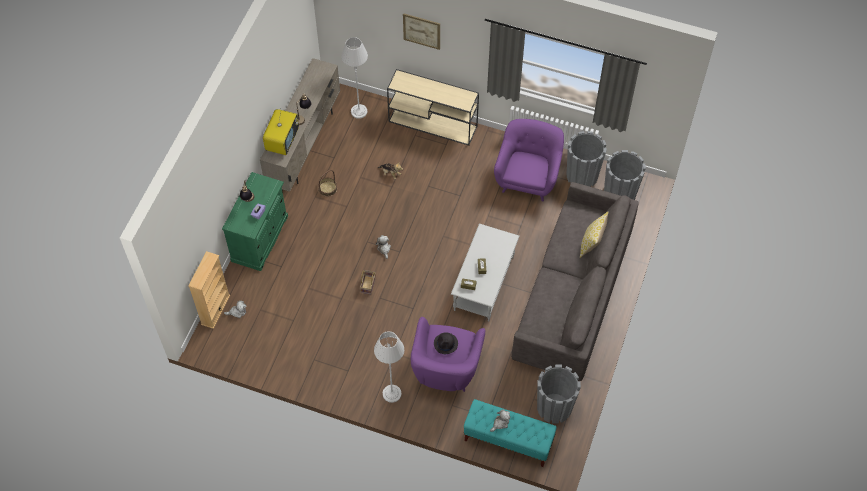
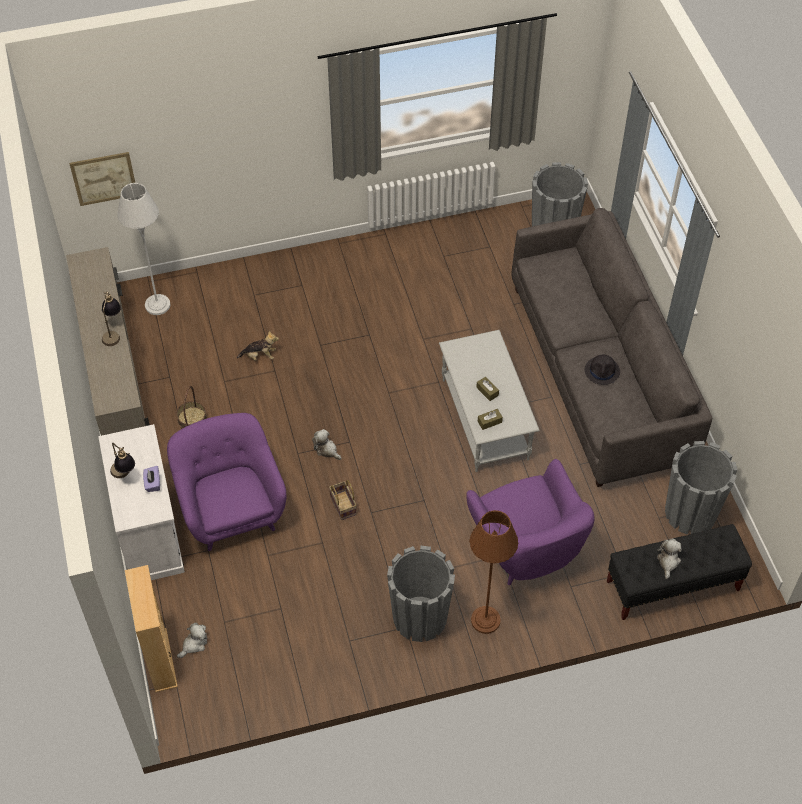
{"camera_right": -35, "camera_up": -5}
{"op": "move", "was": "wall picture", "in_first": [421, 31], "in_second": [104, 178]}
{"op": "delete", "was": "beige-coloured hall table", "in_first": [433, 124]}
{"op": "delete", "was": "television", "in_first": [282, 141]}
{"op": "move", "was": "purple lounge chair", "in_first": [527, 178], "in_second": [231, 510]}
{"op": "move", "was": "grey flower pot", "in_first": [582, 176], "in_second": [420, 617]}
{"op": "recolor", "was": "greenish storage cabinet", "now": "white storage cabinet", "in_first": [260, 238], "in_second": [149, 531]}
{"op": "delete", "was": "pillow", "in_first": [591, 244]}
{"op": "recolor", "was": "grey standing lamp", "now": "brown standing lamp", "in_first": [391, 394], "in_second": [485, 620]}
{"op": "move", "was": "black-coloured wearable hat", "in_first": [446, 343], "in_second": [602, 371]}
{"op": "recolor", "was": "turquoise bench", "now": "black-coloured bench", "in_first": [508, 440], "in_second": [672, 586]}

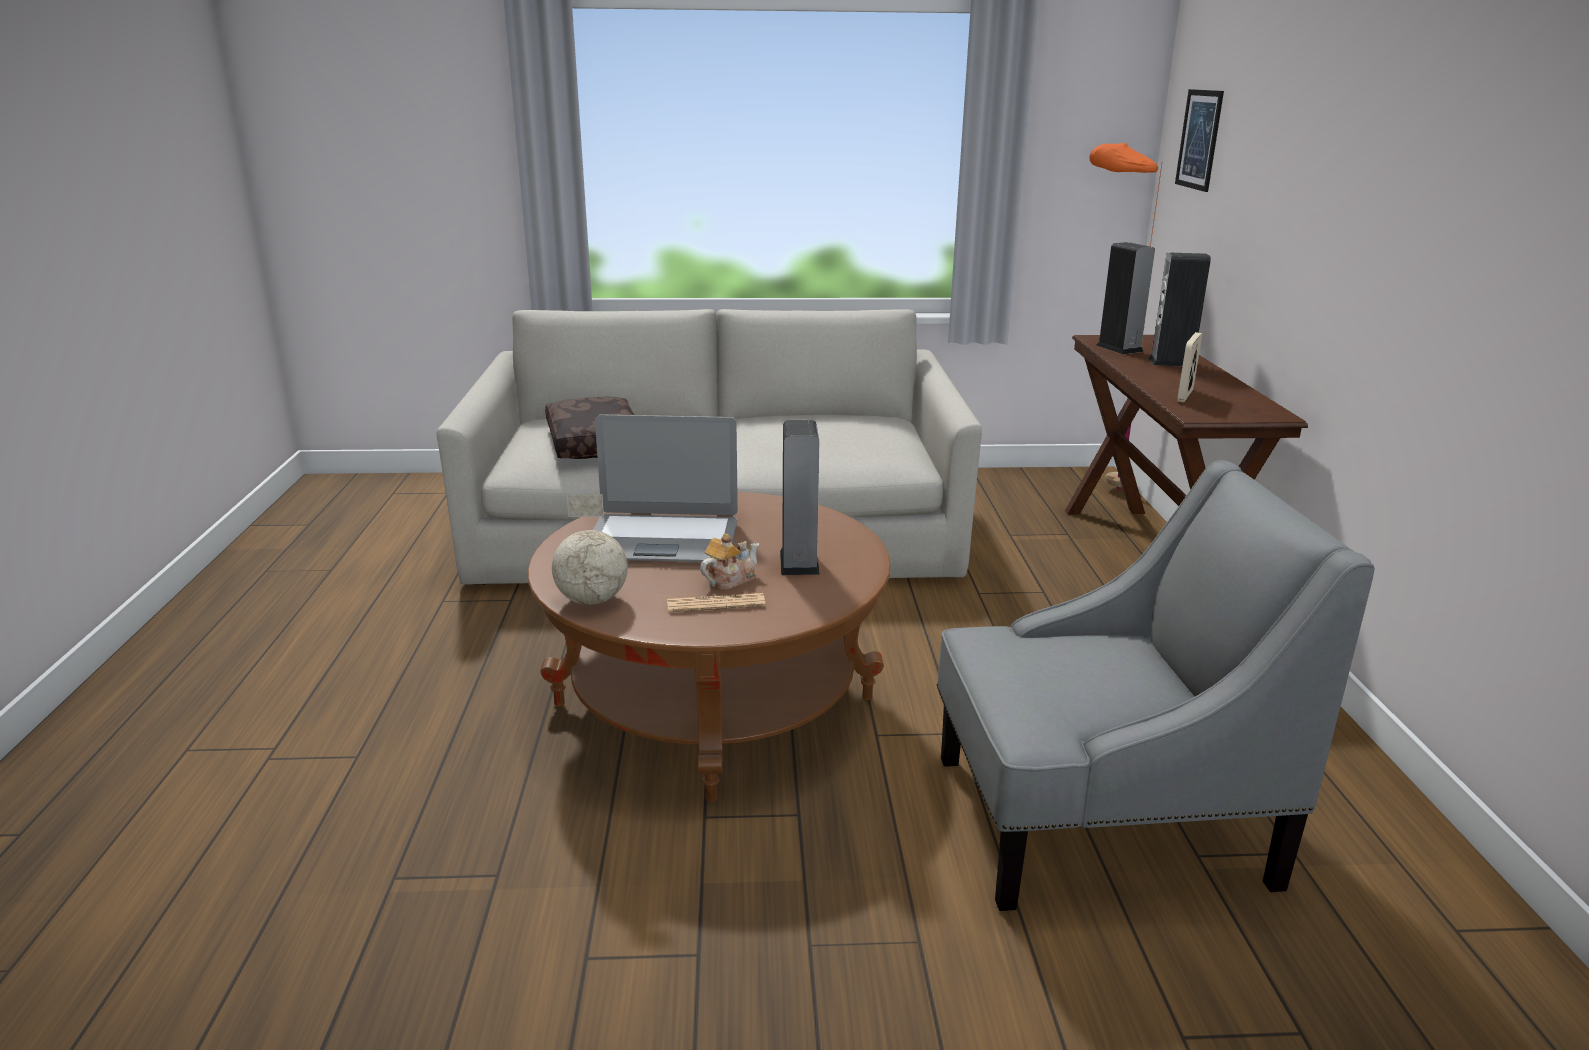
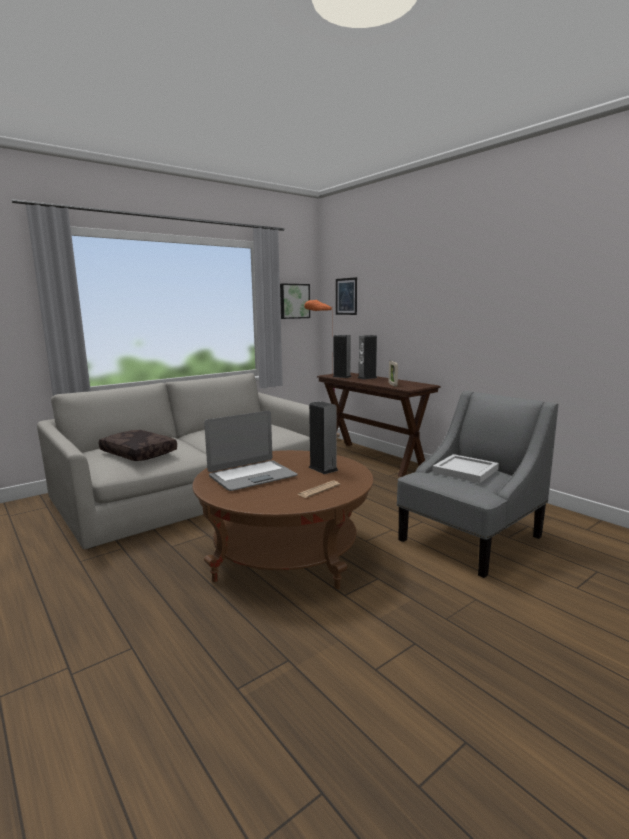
{"camera_right": -35, "camera_up": -10}
{"op": "delete", "was": "globe", "in_first": [591, 600]}
{"op": "delete", "was": "teapot", "in_first": [730, 580]}
{"op": "insert", "now": "wall picture", "in_second": [294, 301]}
{"op": "insert", "now": "white carrying tray", "in_second": [465, 470]}

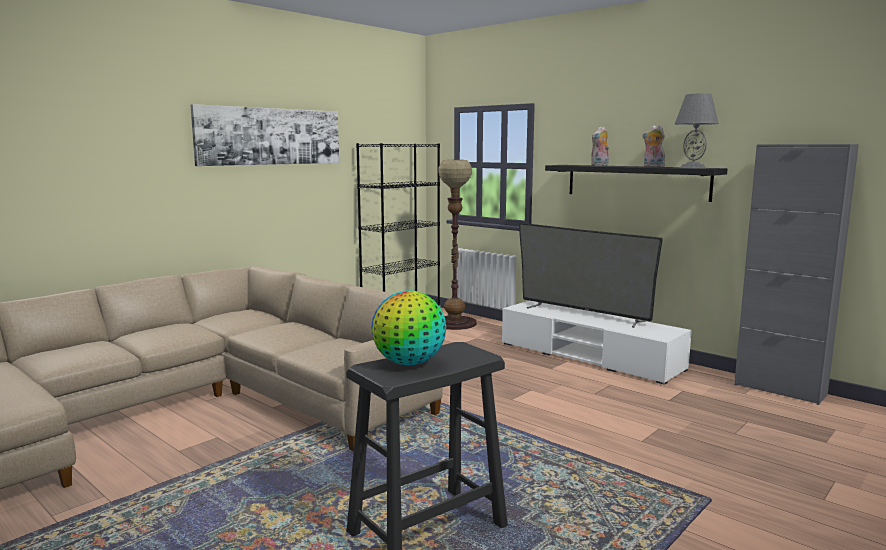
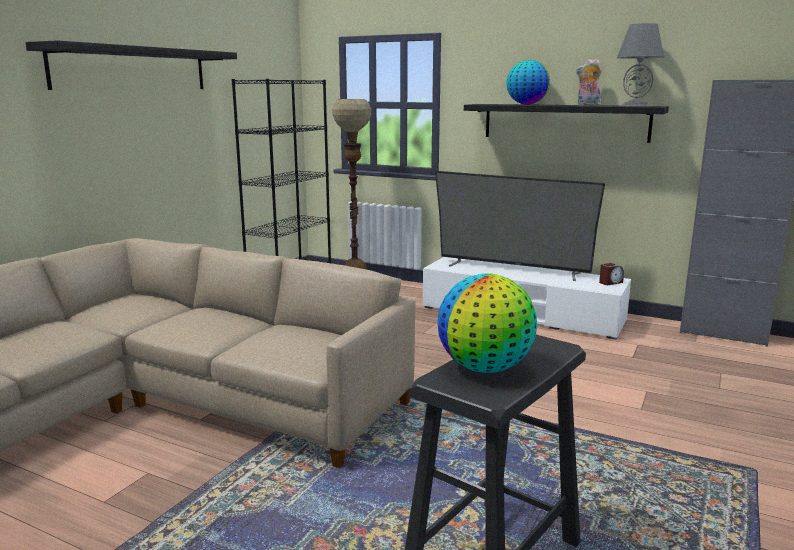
{"camera_right": -15, "camera_up": 5}
{"op": "replace", "was": "wall picture", "now": "black-coloured wall shelf", "in_first": [270, 136], "in_second": [132, 69]}
{"op": "replace", "was": "cuddly toy", "now": "globe", "in_first": [600, 165], "in_second": [526, 104]}
{"op": "insert", "now": "table clock", "in_second": [610, 282]}

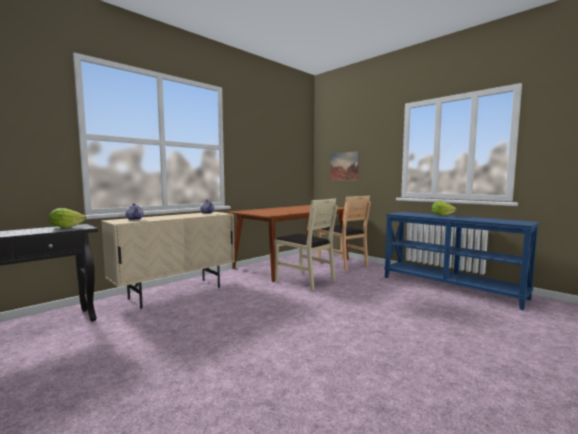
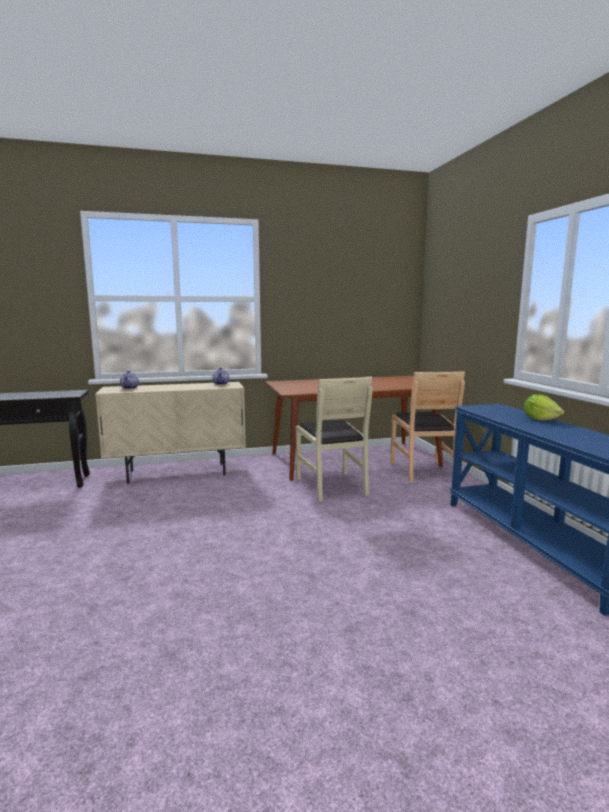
{"camera_right": 30, "camera_up": 5}
{"op": "delete", "was": "wall picture", "in_first": [344, 166]}
{"op": "delete", "was": "head of lettuce", "in_first": [66, 227]}

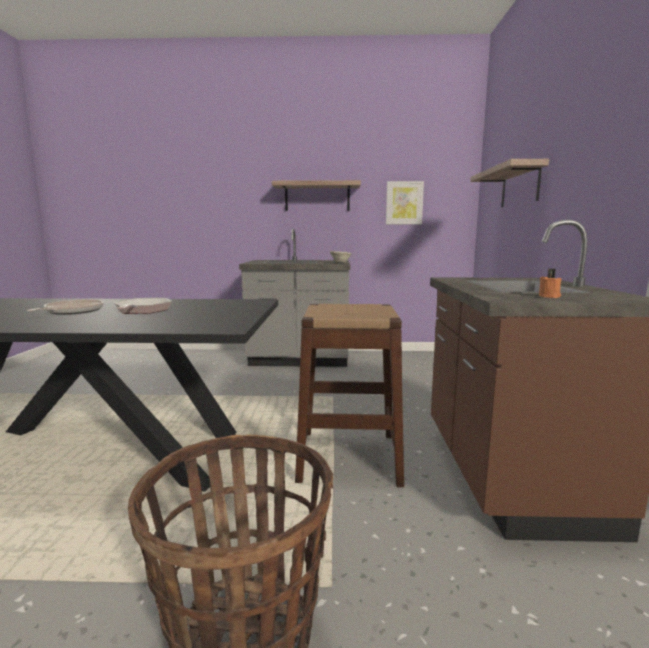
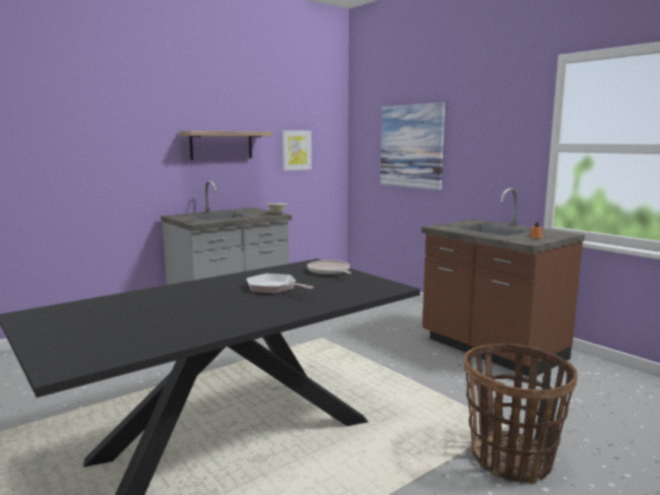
{"camera_right": -40, "camera_up": 0}
{"op": "replace", "was": "wall shelf", "now": "wall picture", "in_first": [520, 186], "in_second": [411, 146]}
{"op": "move", "was": "frying pan", "in_first": [72, 312], "in_second": [329, 272]}
{"op": "delete", "was": "brown stool", "in_first": [348, 457]}

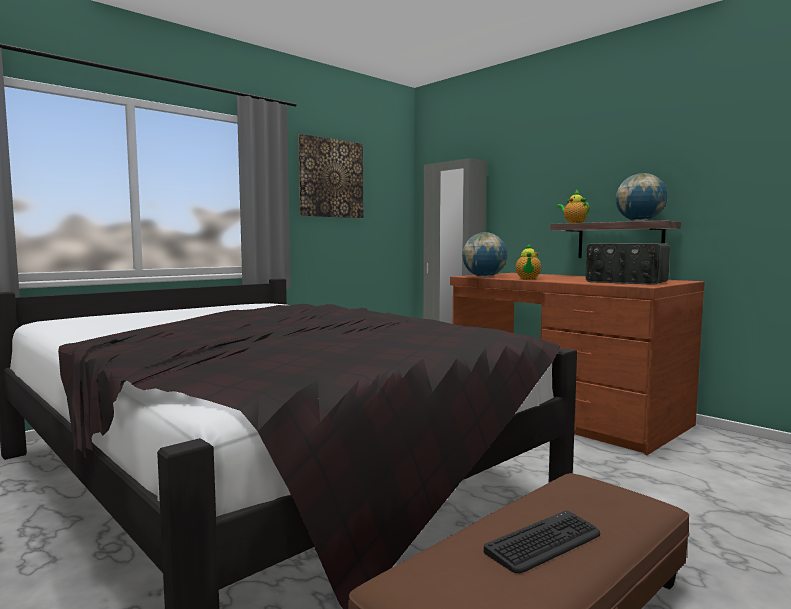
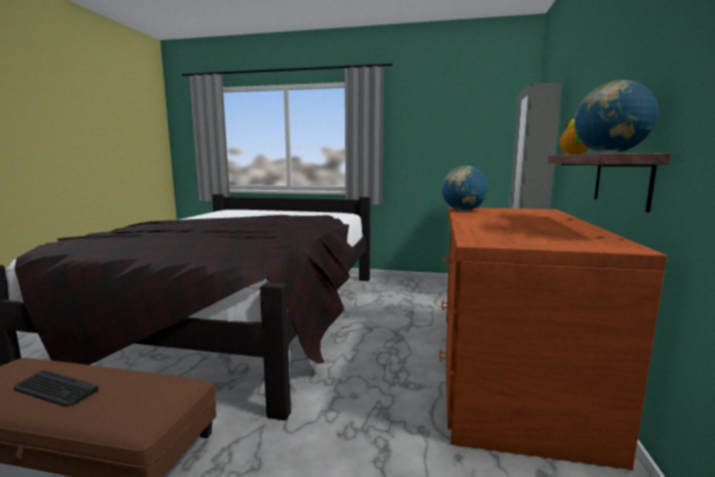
{"camera_right": 55, "camera_up": 5}
{"op": "delete", "was": "wall picture", "in_first": [331, 178]}
{"op": "delete", "was": "radio", "in_first": [626, 282]}
{"op": "delete", "was": "teapot", "in_first": [528, 279]}

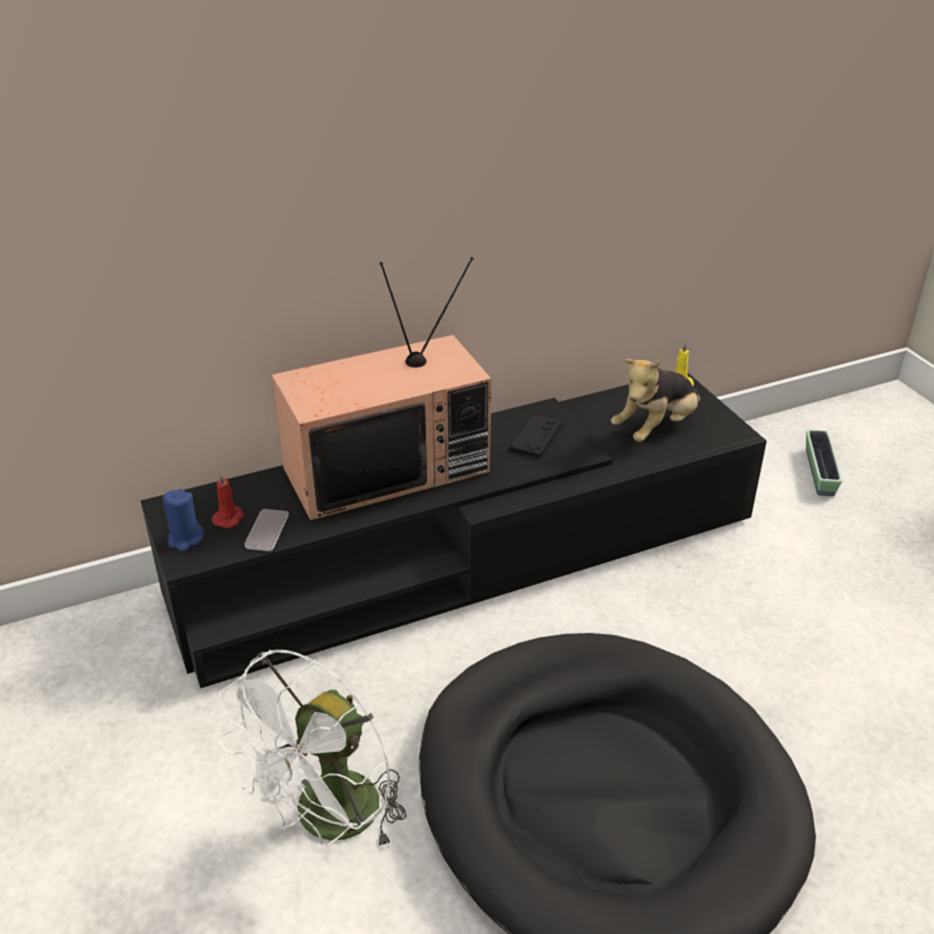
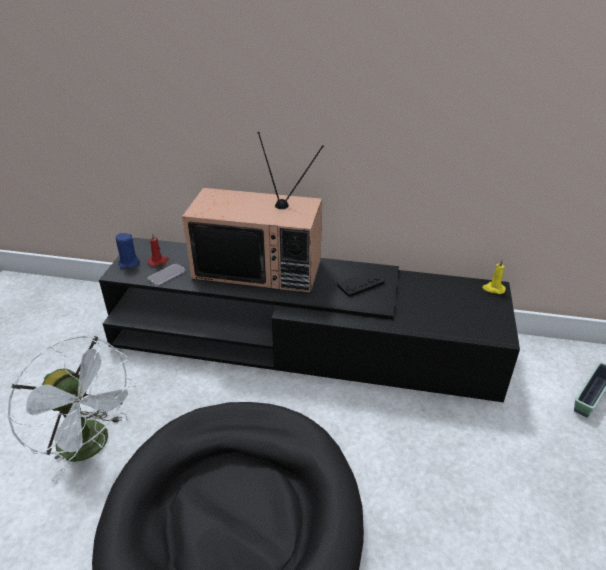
{"camera_right": 35, "camera_up": 0}
{"op": "delete", "was": "cuddly toy", "in_first": [656, 428]}
{"op": "rotate", "was": "white fan", "in_first": [328, 823], "in_second": [92, 446], "clockwise": -120}

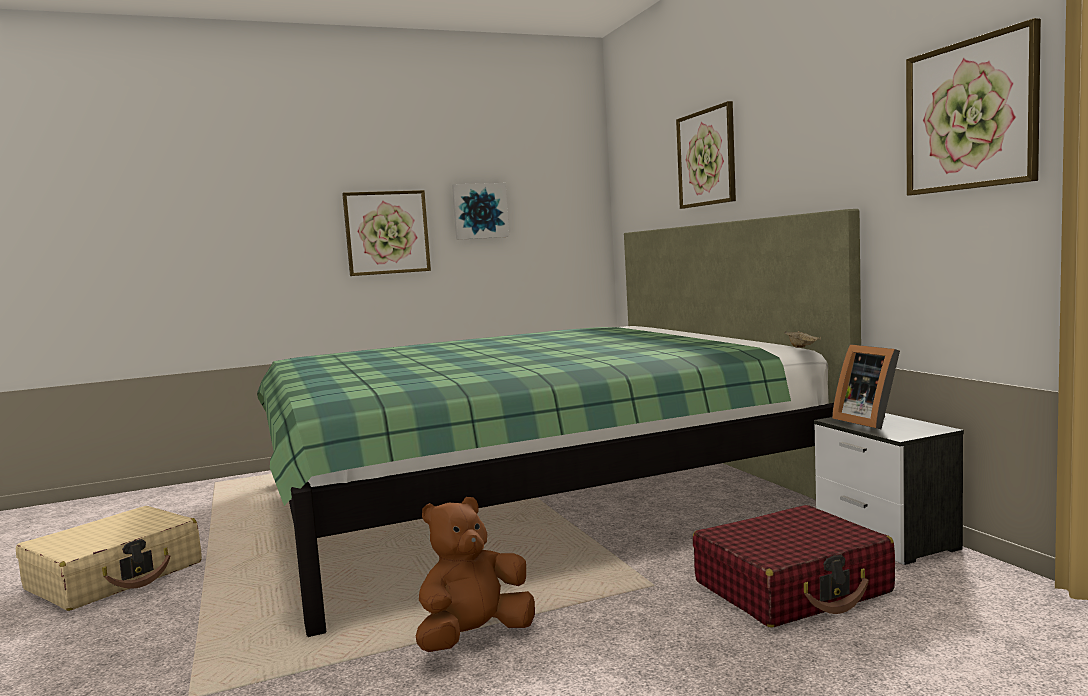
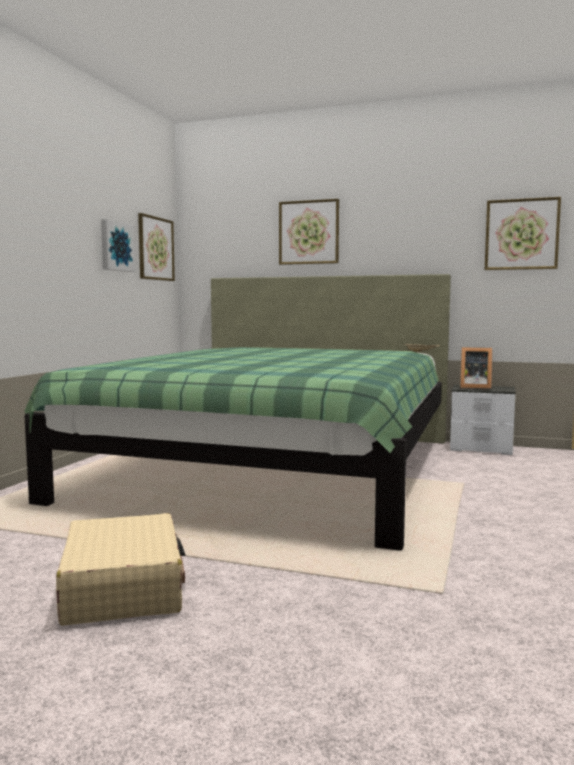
{"camera_right": -50, "camera_up": 0}
{"op": "move", "was": "wall picture", "in_first": [387, 232], "in_second": [155, 248]}
{"op": "delete", "was": "brown cuddly toy", "in_first": [475, 637]}
{"op": "delete", "was": "red-coloured suitcase", "in_first": [792, 588]}

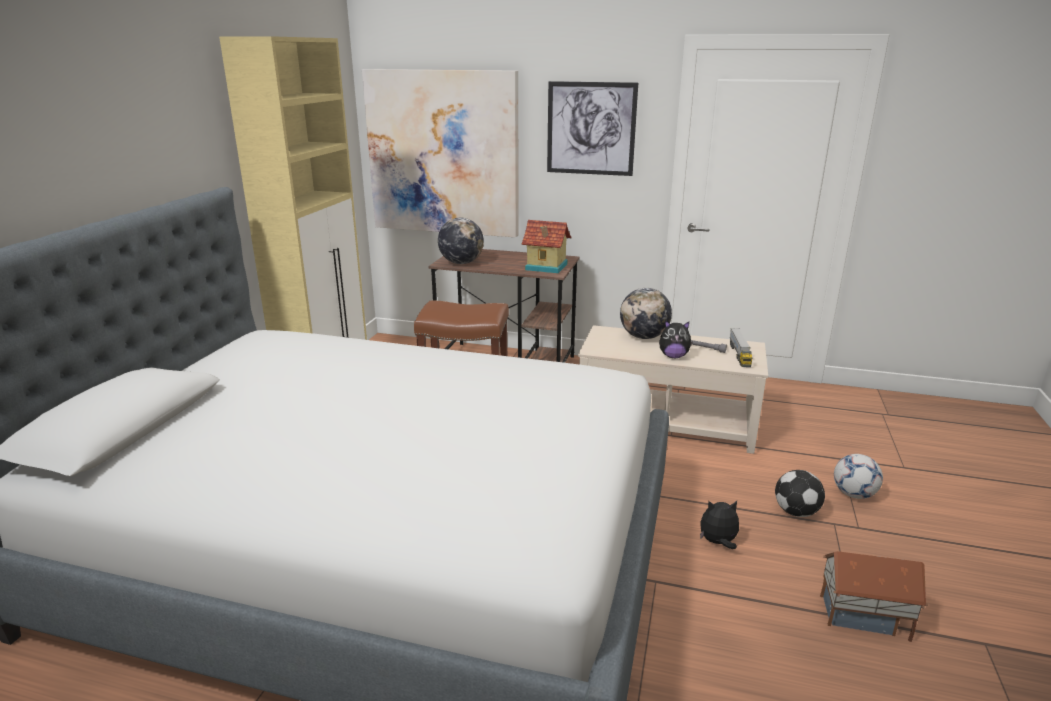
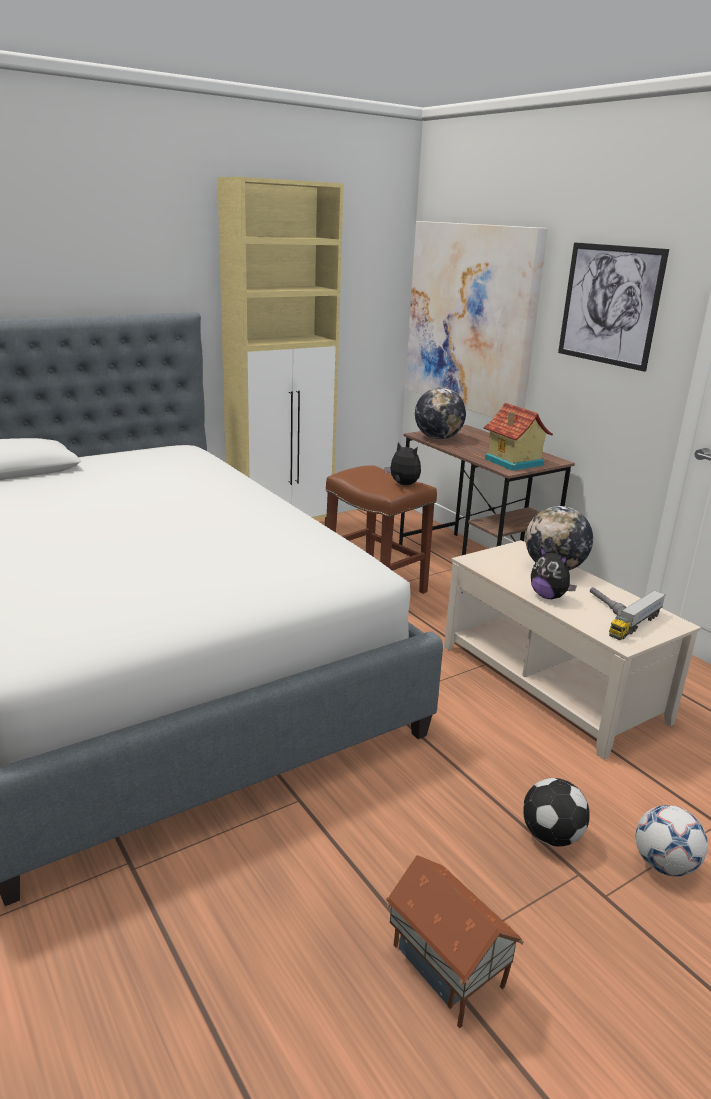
{"camera_right": 40, "camera_up": 0}
{"op": "move", "was": "cuddly toy", "in_first": [718, 542], "in_second": [403, 485]}

